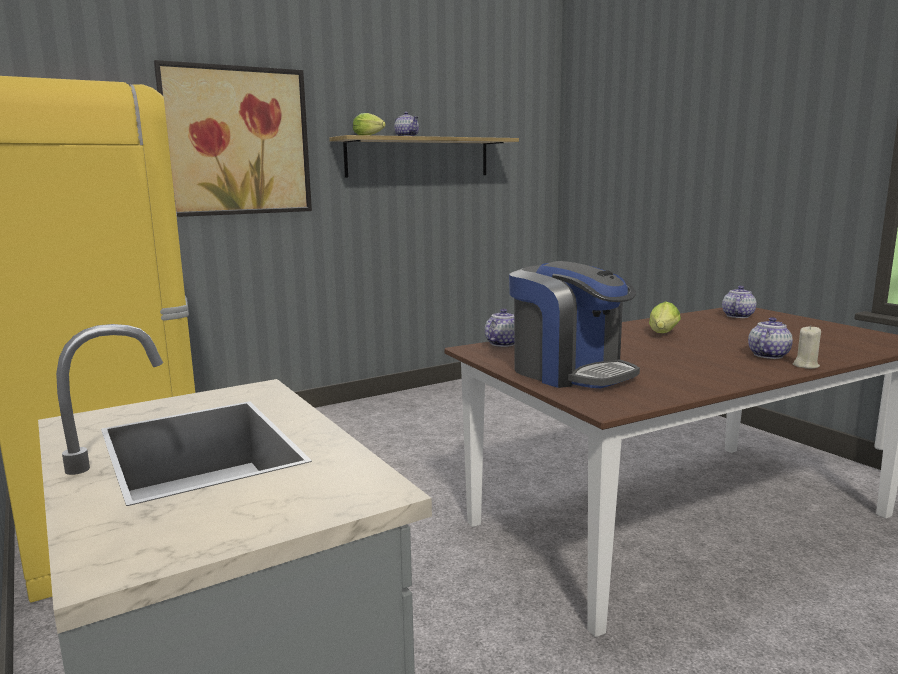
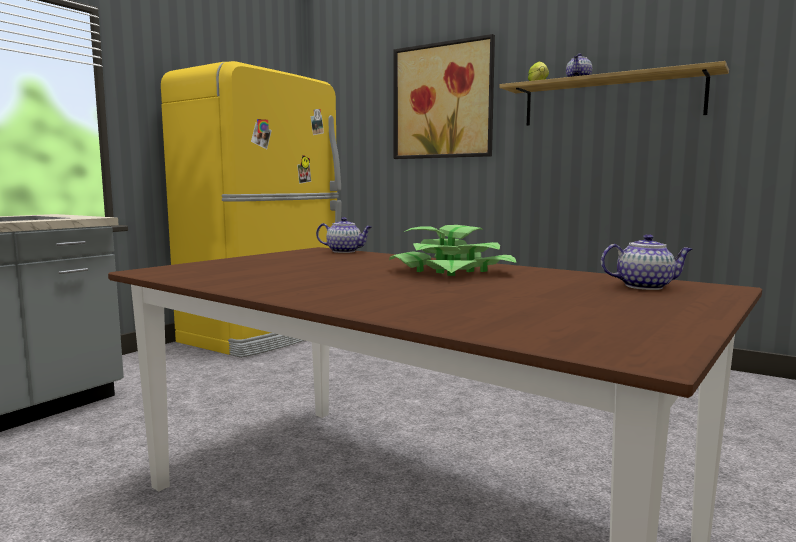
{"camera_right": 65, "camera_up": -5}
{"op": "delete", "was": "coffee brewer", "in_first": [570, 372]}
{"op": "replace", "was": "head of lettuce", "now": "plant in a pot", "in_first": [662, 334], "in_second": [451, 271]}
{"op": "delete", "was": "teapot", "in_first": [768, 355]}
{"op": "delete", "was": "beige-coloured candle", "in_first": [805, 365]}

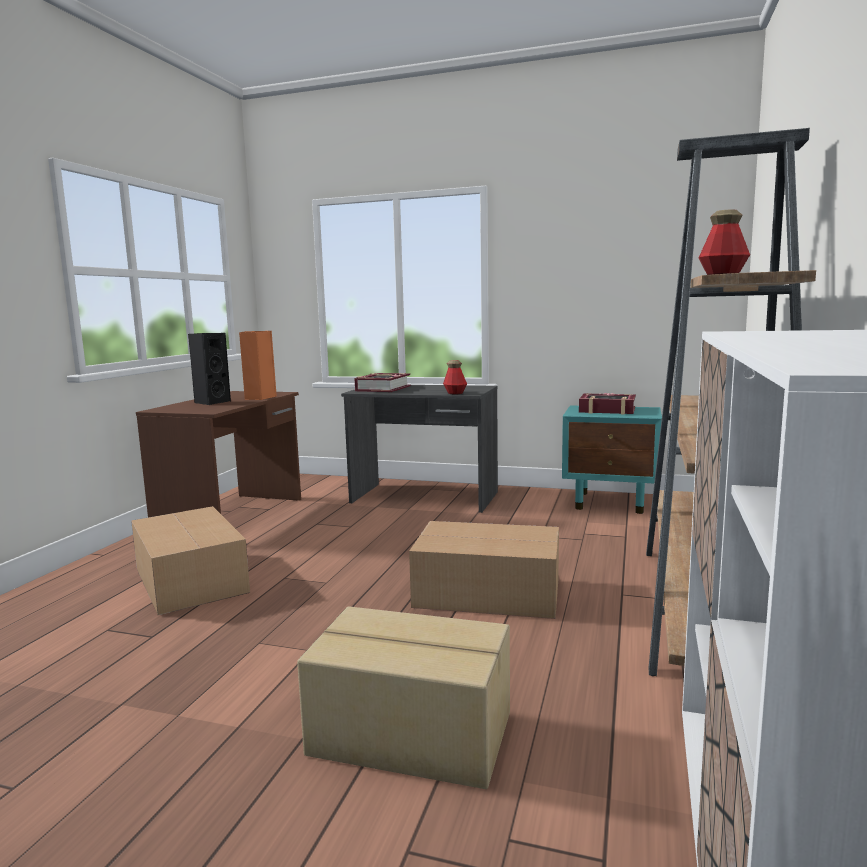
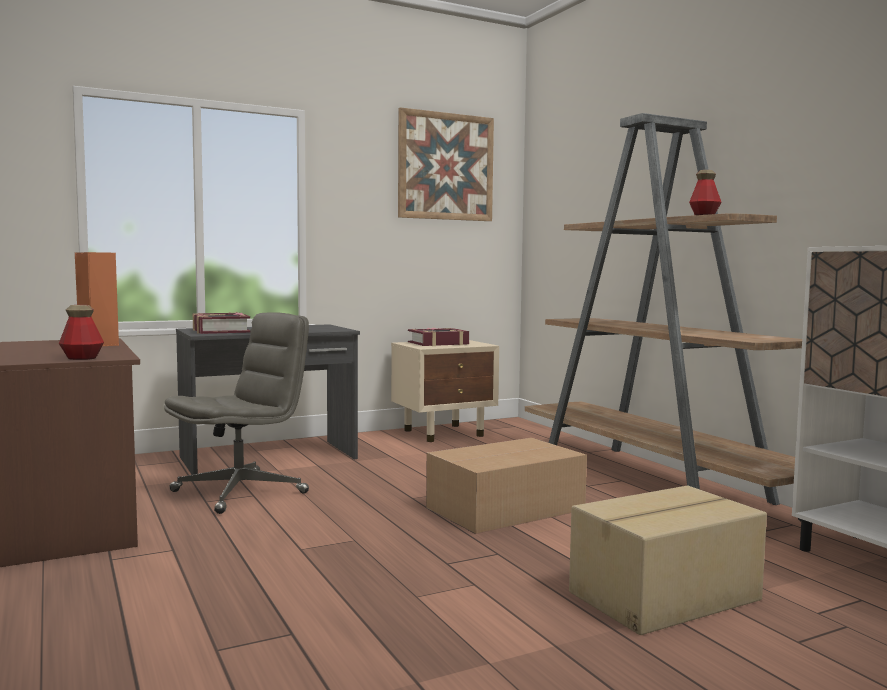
{"camera_right": -45, "camera_up": -5}
{"op": "delete", "was": "black-coloured speaker", "in_first": [211, 402]}
{"op": "move", "was": "bottle", "in_first": [455, 393], "in_second": [82, 358]}
{"op": "recolor", "was": "turquoise bedside table", "now": "beige-coloured bedside table", "in_first": [611, 502], "in_second": [444, 433]}
{"op": "delete", "was": "cardboard box", "in_first": [191, 579]}
{"op": "insert", "now": "wall picture", "in_second": [446, 166]}
{"op": "insert", "now": "grey computer chair", "in_second": [241, 492]}

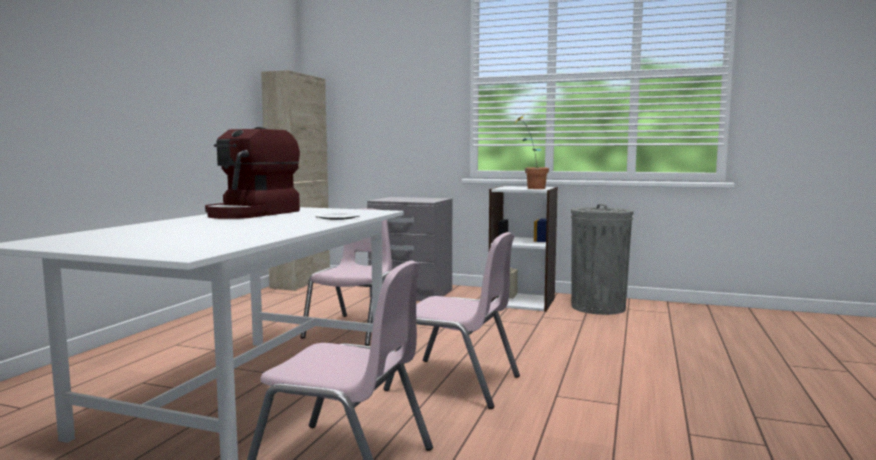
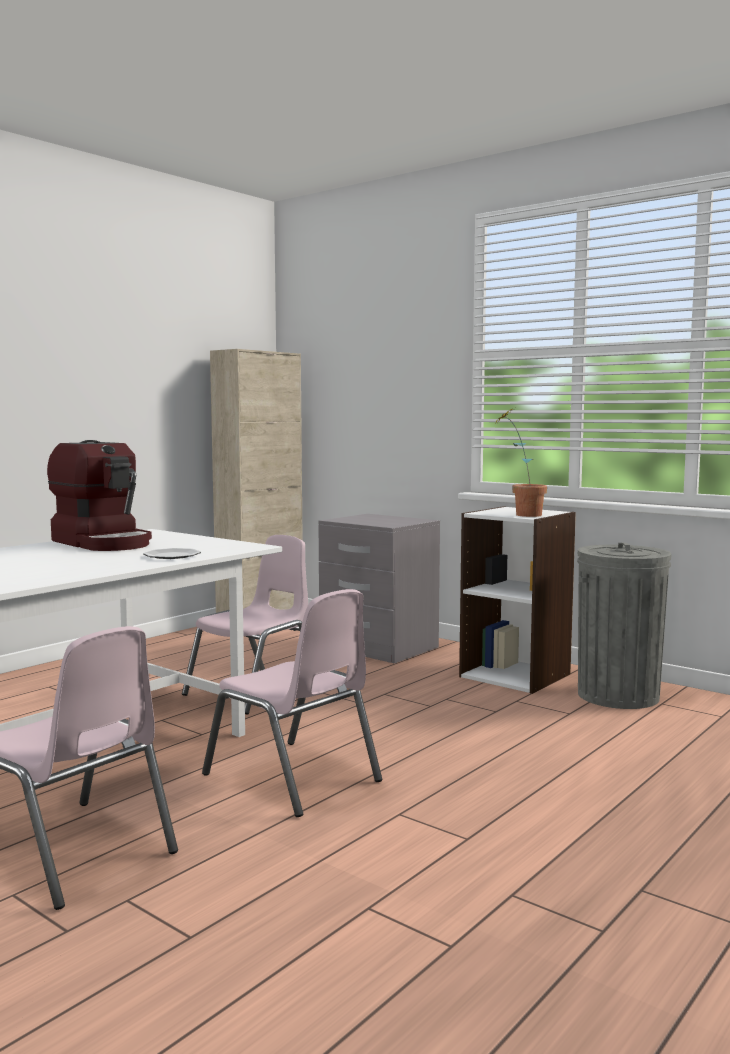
{"camera_right": 20, "camera_up": 0}
{"op": "rotate", "was": "coffee brewer", "in_first": [253, 213], "in_second": [104, 543], "clockwise": -90}

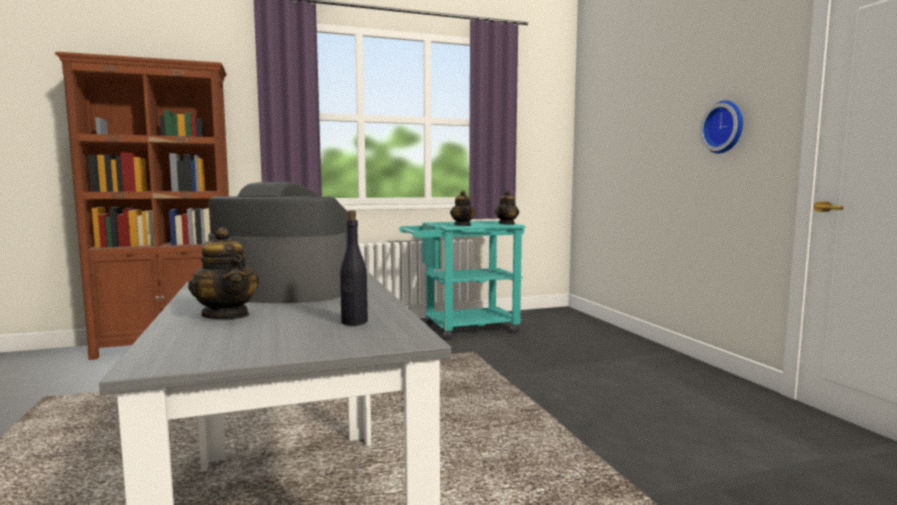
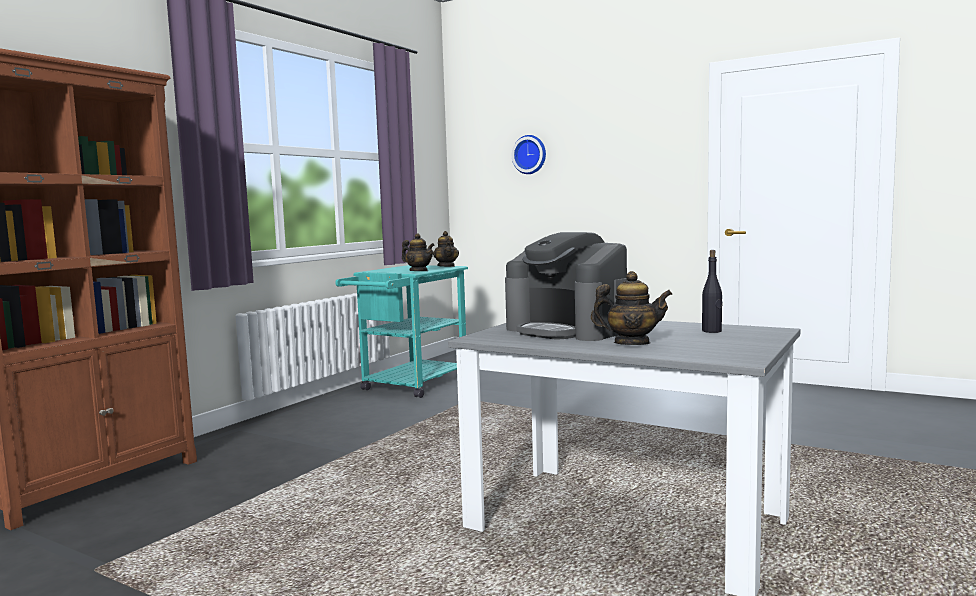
{"camera_right": -40, "camera_up": 0}
{"op": "move", "was": "wall clock", "in_first": [725, 127], "in_second": [530, 154]}
{"op": "rotate", "was": "coffee brewer", "in_first": [284, 291], "in_second": [568, 330], "clockwise": -105}

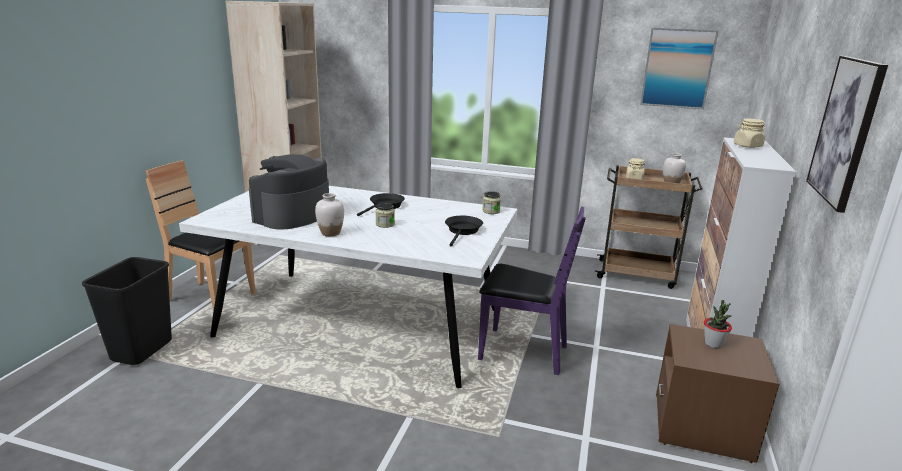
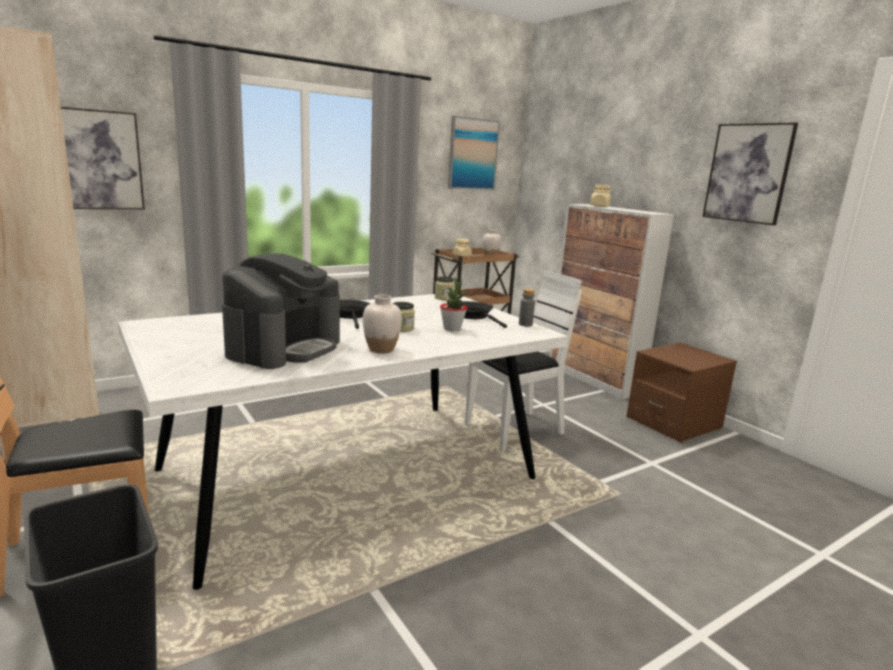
{"camera_right": -50, "camera_up": -5}
{"op": "rotate", "was": "coffee brewer", "in_first": [292, 215], "in_second": [284, 348], "clockwise": -135}
{"op": "recolor", "was": "purple upright chair", "now": "white upright chair", "in_first": [522, 352], "in_second": [514, 430]}
{"op": "move", "was": "plant in a pot", "in_first": [713, 344], "in_second": [452, 329]}
{"op": "insert", "now": "wall picture", "in_second": [96, 160]}
{"op": "insert", "now": "grey bottle", "in_second": [525, 324]}

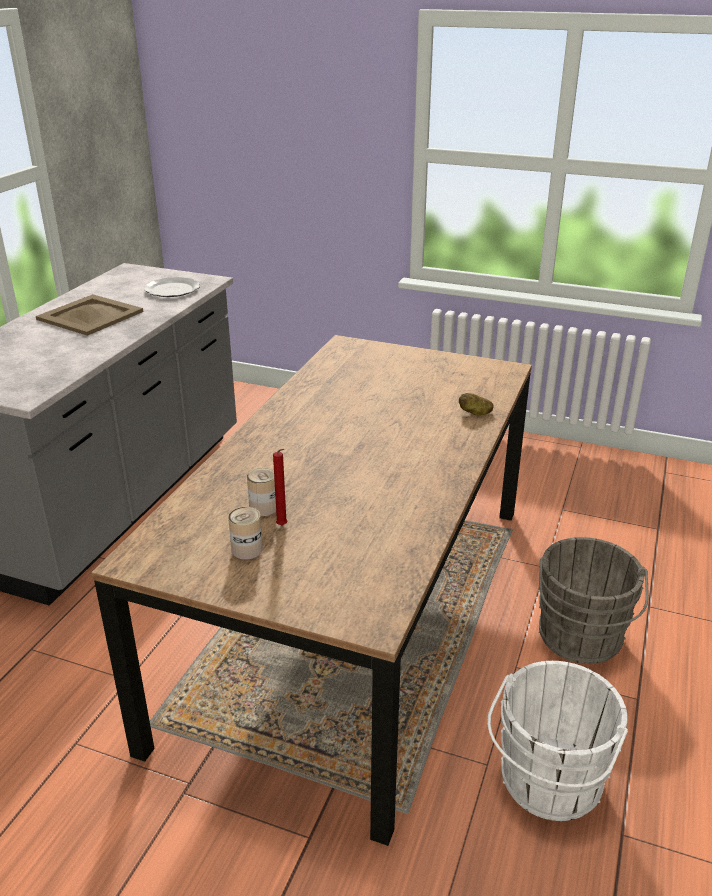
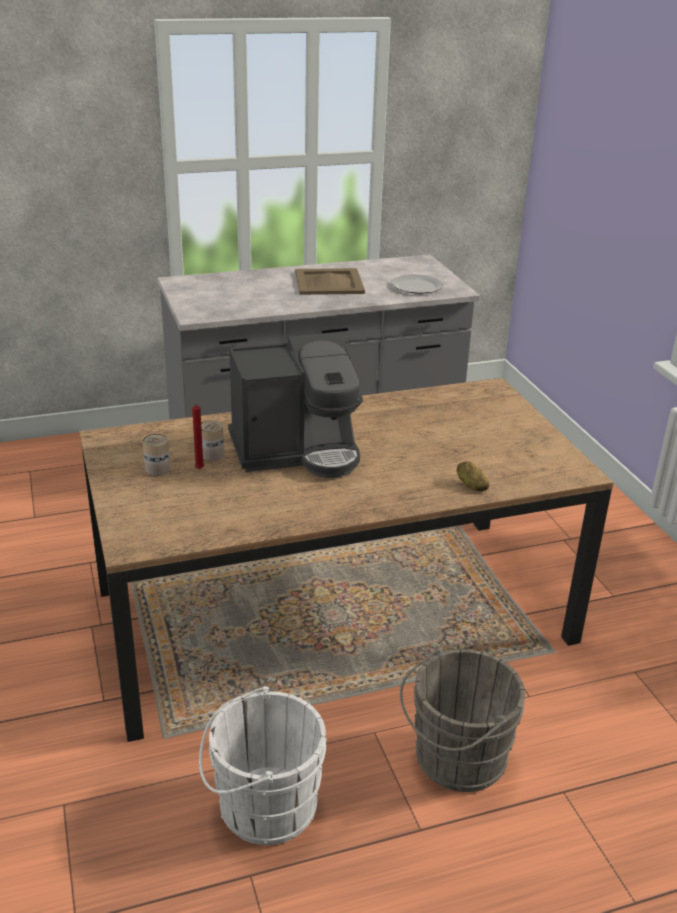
{"camera_right": 50, "camera_up": 0}
{"op": "insert", "now": "coffee brewer", "in_second": [297, 451]}

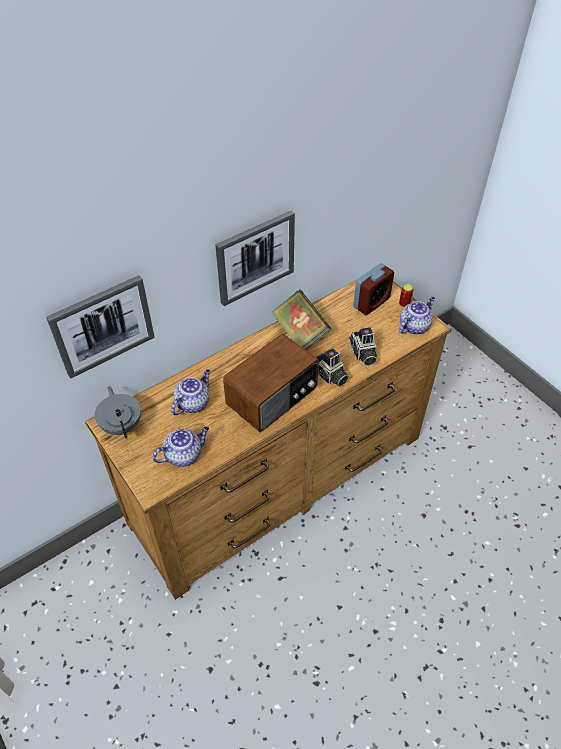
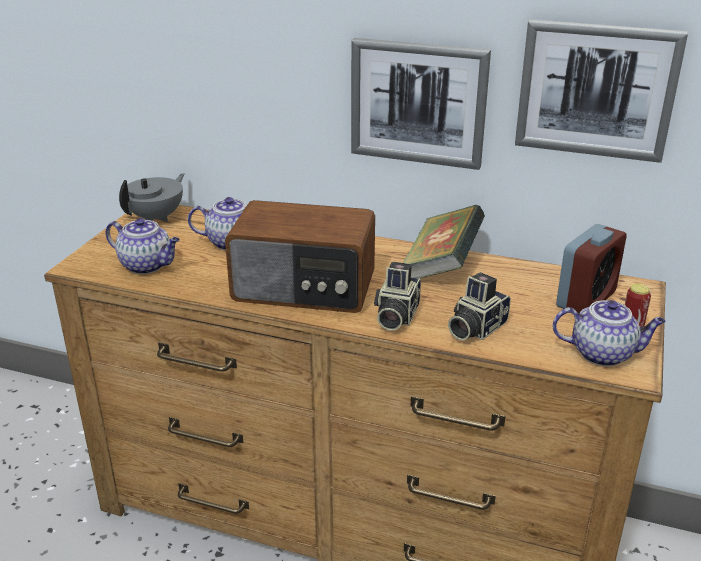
{"camera_right": 55, "camera_up": -20}
{"op": "rotate", "was": "table clock", "in_first": [371, 303], "in_second": [586, 299], "clockwise": -60}
{"op": "move", "was": "wall picture", "in_first": [102, 325], "in_second": [596, 90]}

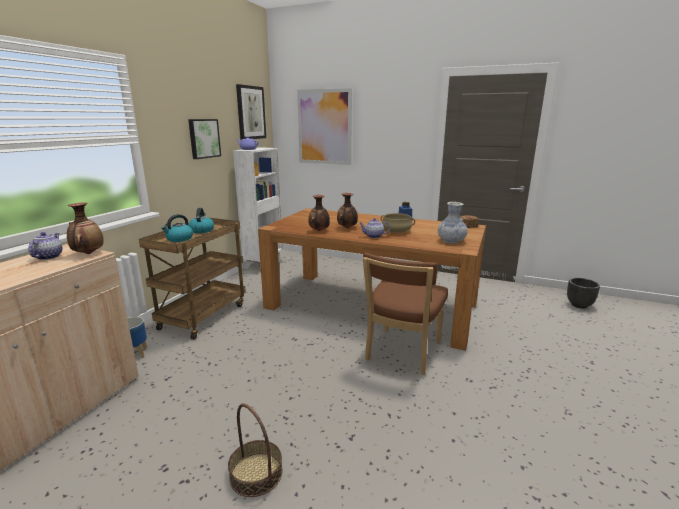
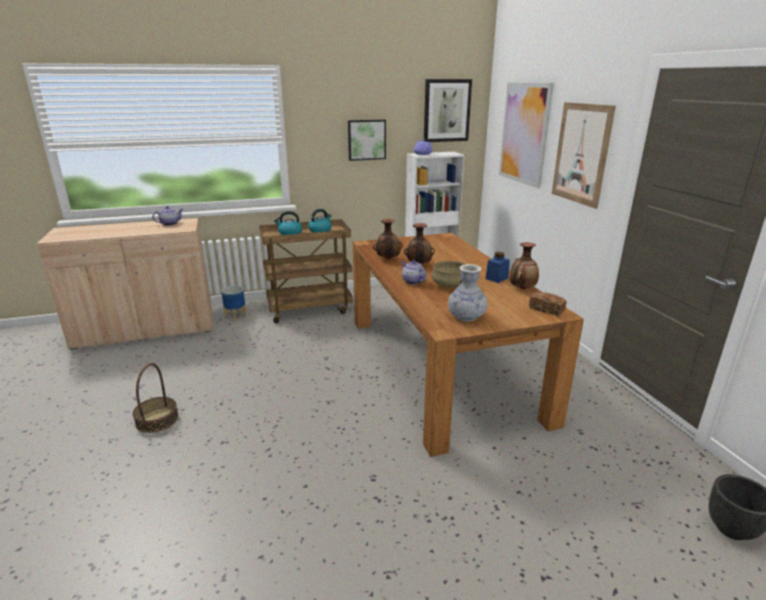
{"camera_right": 50, "camera_up": 5}
{"op": "move", "was": "vase", "in_first": [88, 253], "in_second": [522, 288]}
{"op": "delete", "was": "brown upright chair", "in_first": [401, 353]}
{"op": "insert", "now": "wall picture", "in_second": [581, 154]}

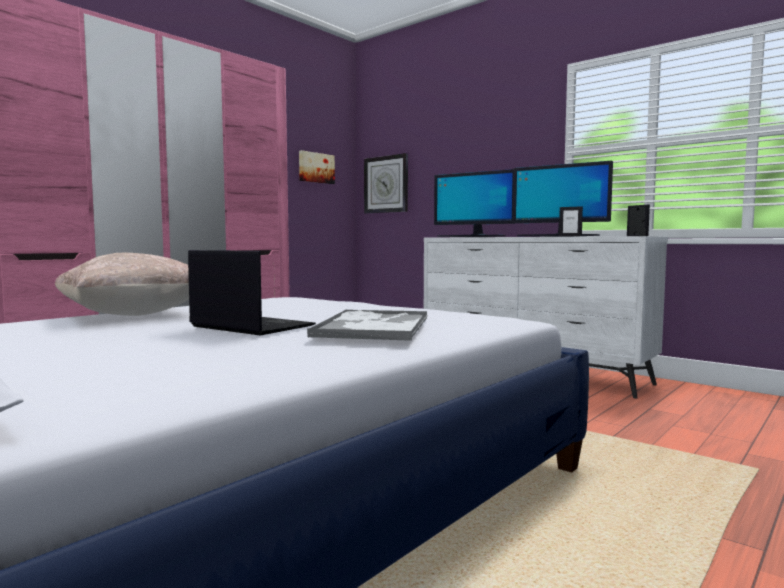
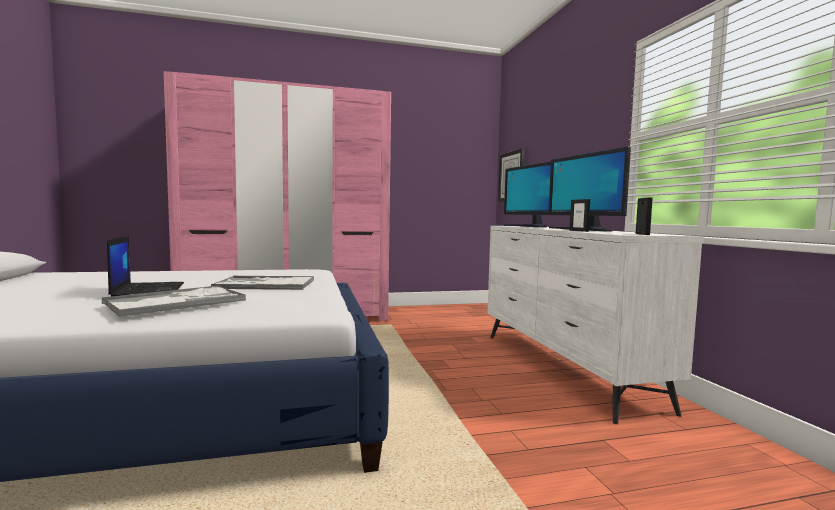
{"camera_right": 35, "camera_up": 0}
{"op": "delete", "was": "wall picture", "in_first": [316, 167]}
{"op": "delete", "was": "beige-coloured pillow", "in_first": [132, 316]}
{"op": "insert", "now": "carrying tray", "in_second": [265, 284]}

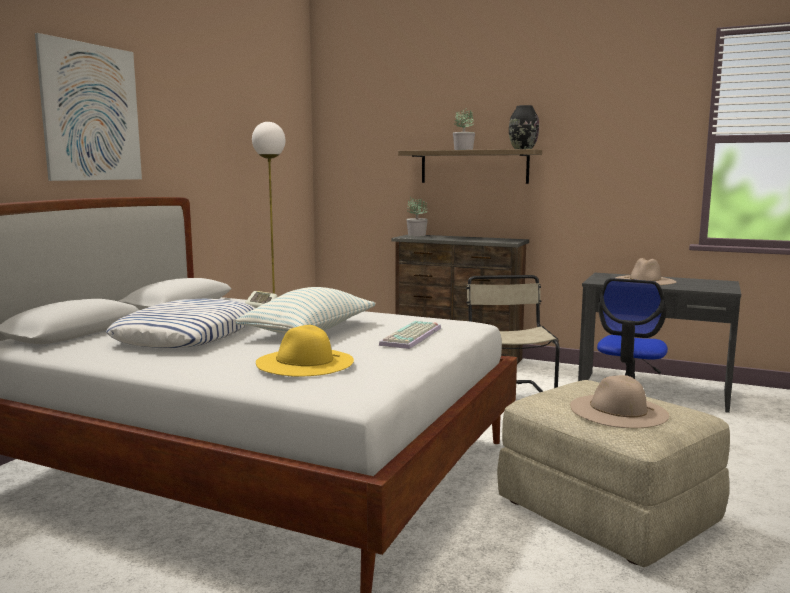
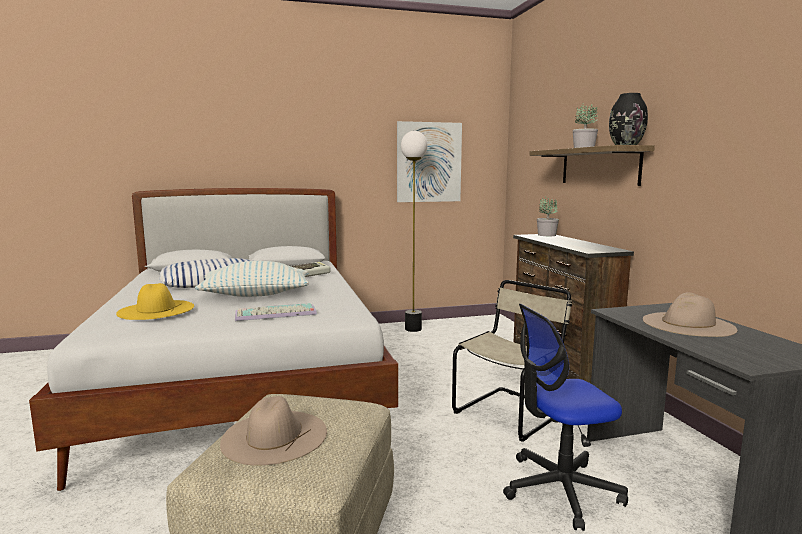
{"camera_right": 50, "camera_up": 0}
{"op": "move", "was": "wall picture", "in_first": [91, 112], "in_second": [429, 162]}

